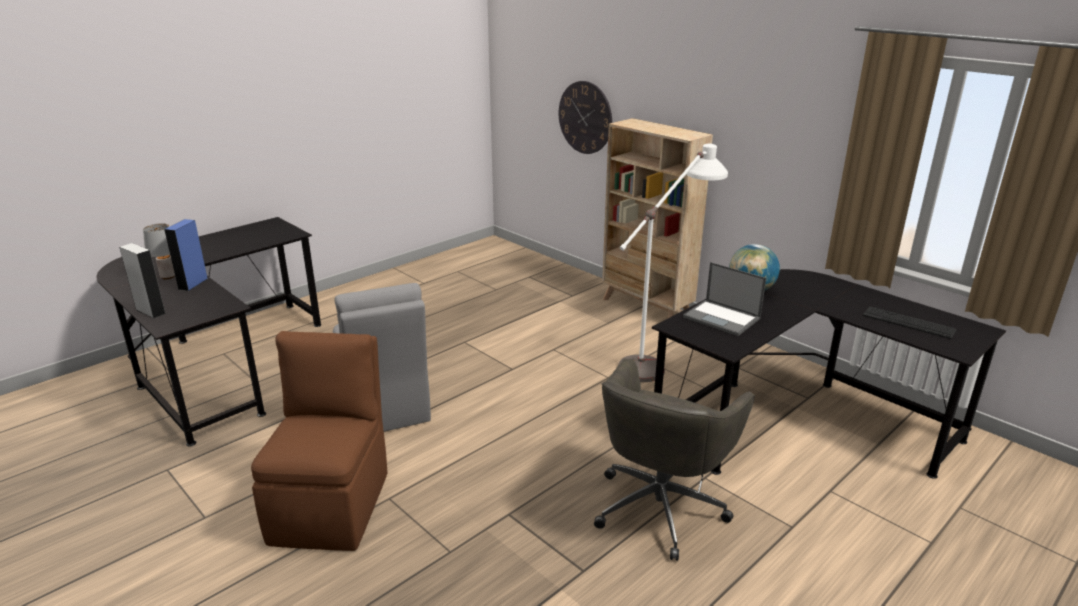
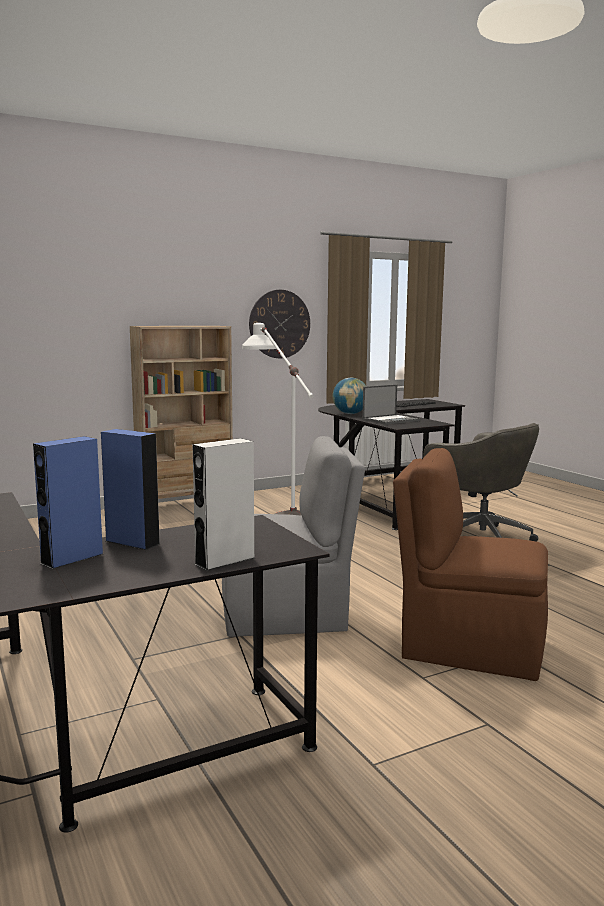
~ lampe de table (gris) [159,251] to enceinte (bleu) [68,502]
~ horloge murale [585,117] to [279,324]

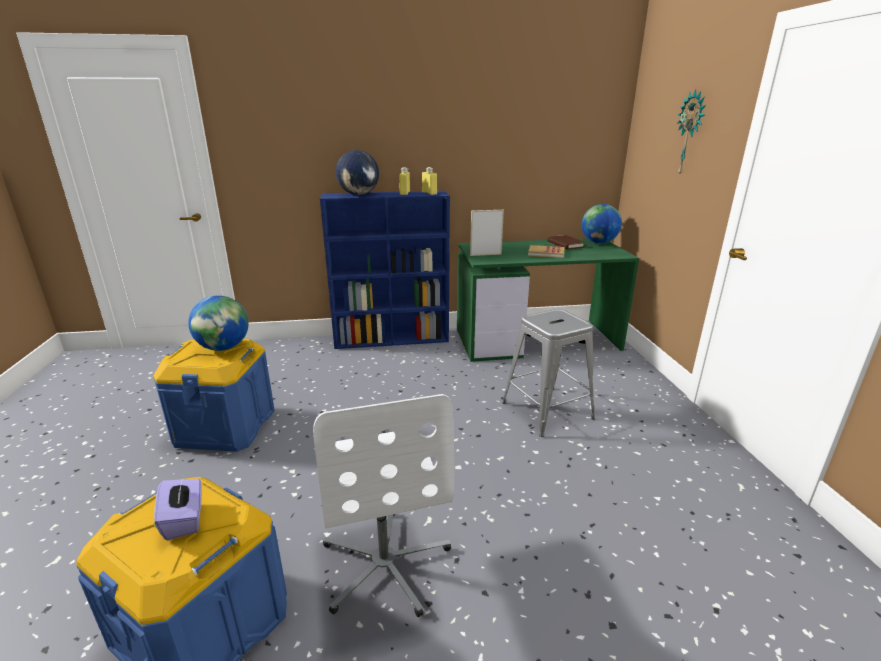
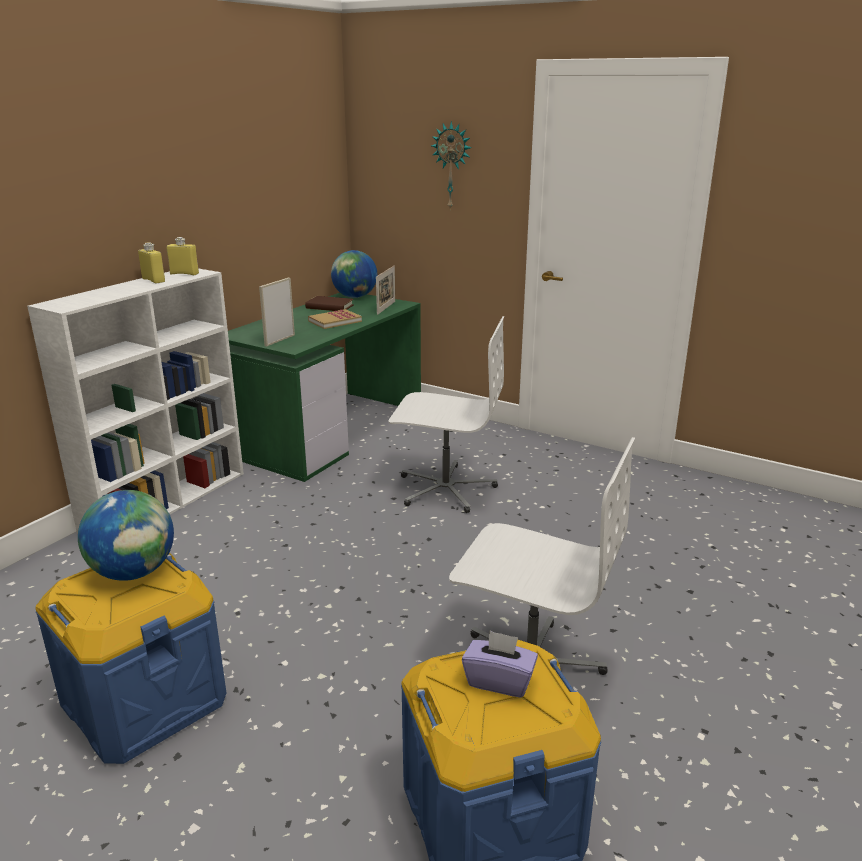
~ bibliothèque (bleu) [385,270] to bibliothèque (blanc) [135,402]
- globe [357,172]
~ tabouret (gris) [548,373] to chaise de bureau (blanc) [446,414]
+ cadre photo [385,290]

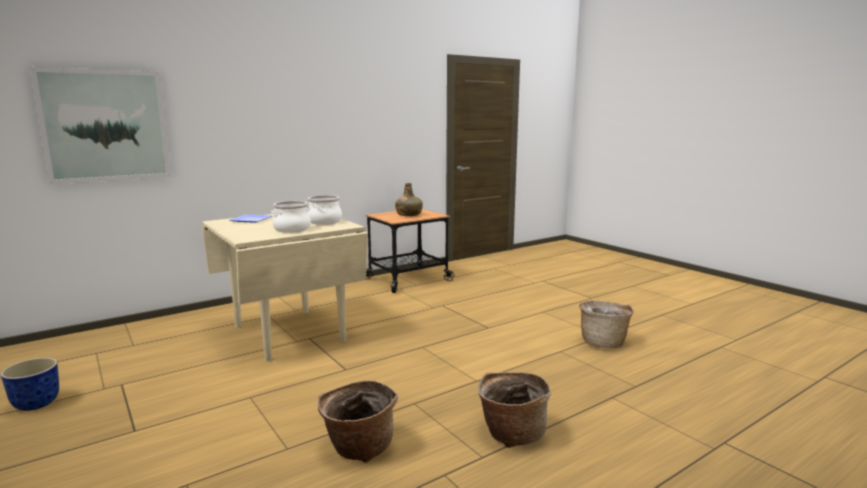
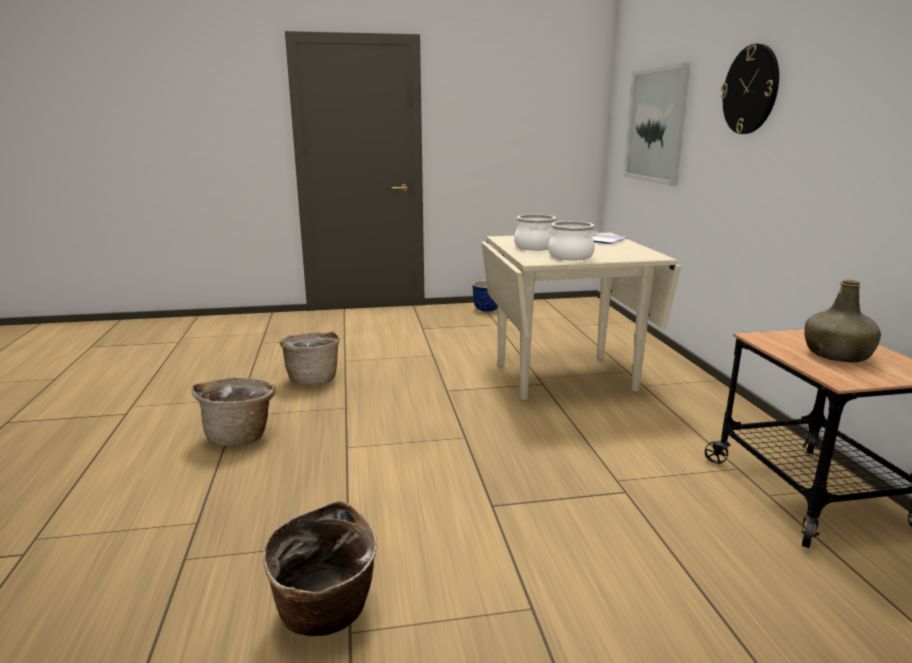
+ horloge murale [750,89]

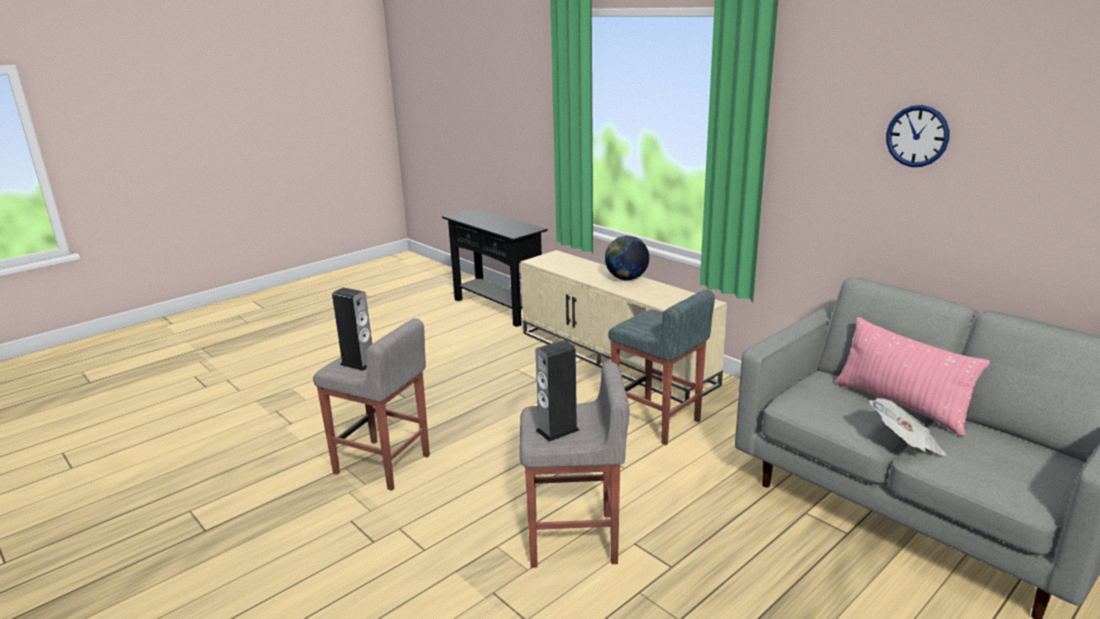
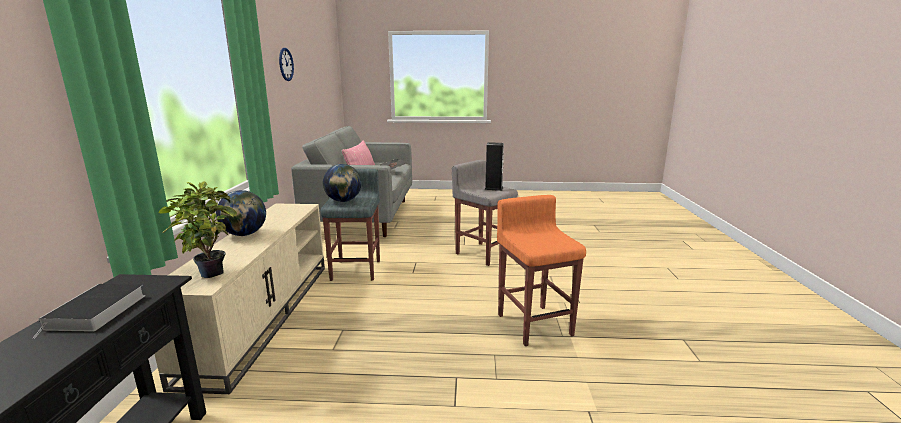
~ tabouret (gris) [371,404] to tabouret (orange) [541,270]
- enceinte [352,329]
+ livre [88,311]
+ plante en pot [197,229]
+ globe [342,183]

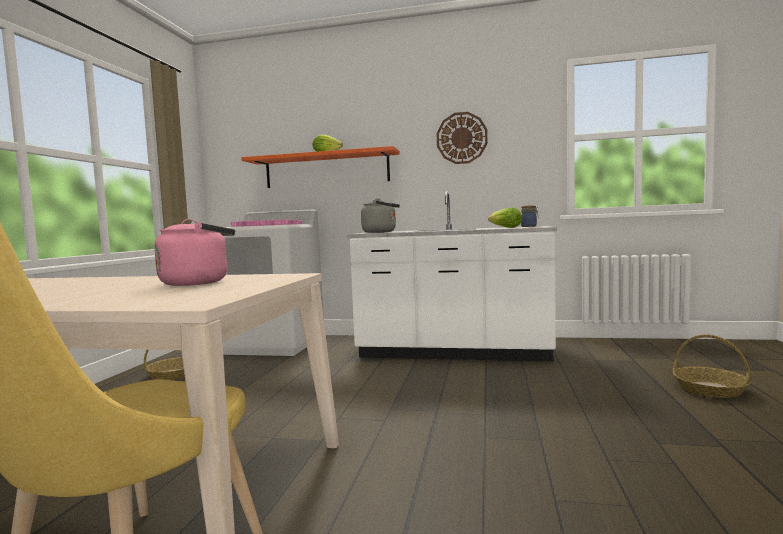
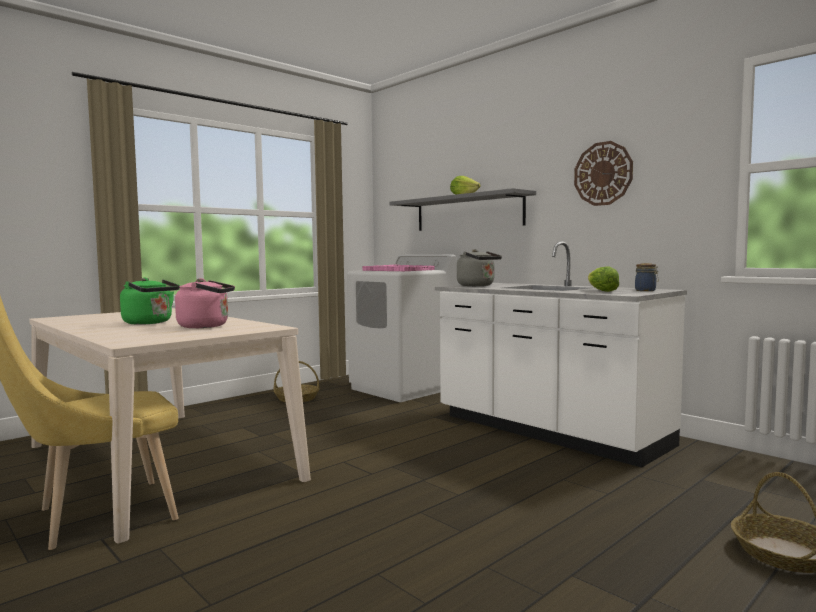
~ étagère (orange) [320,167] to étagère (gris) [463,209]
+ bouilloire (vert) [150,301]

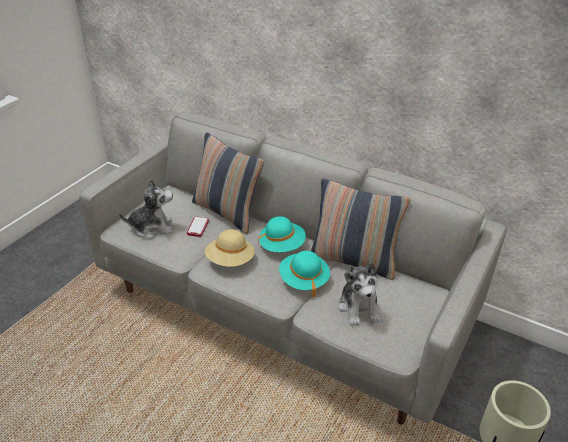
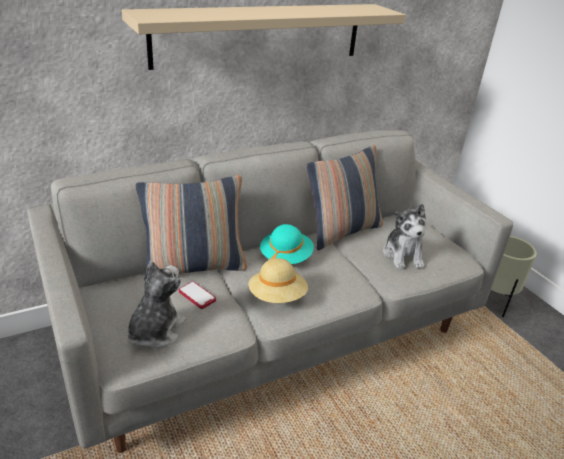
- chapeau (turquoise) [304,274]
~ peluche [359,294] = [404,236] 60 degrees clockwise
+ étagère (beige) [264,37]

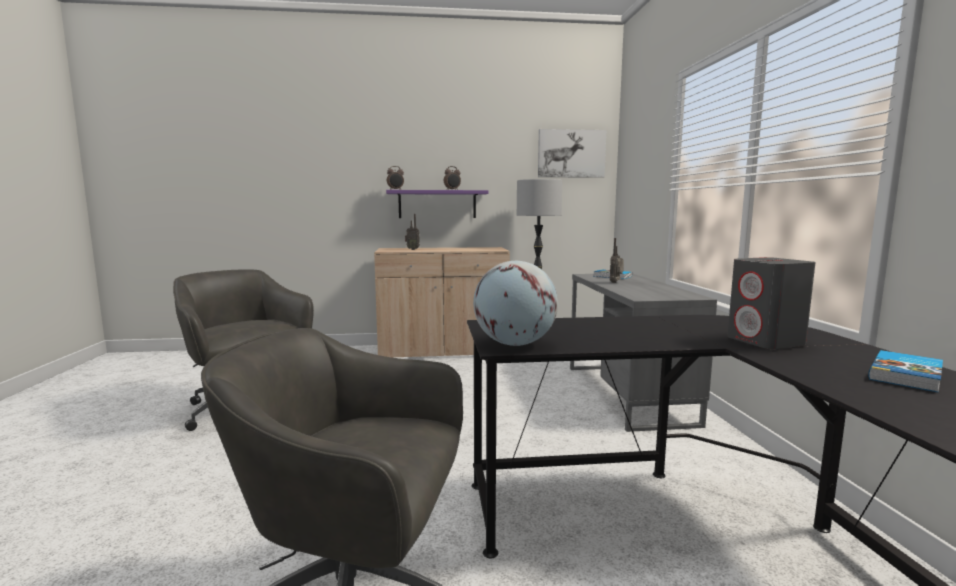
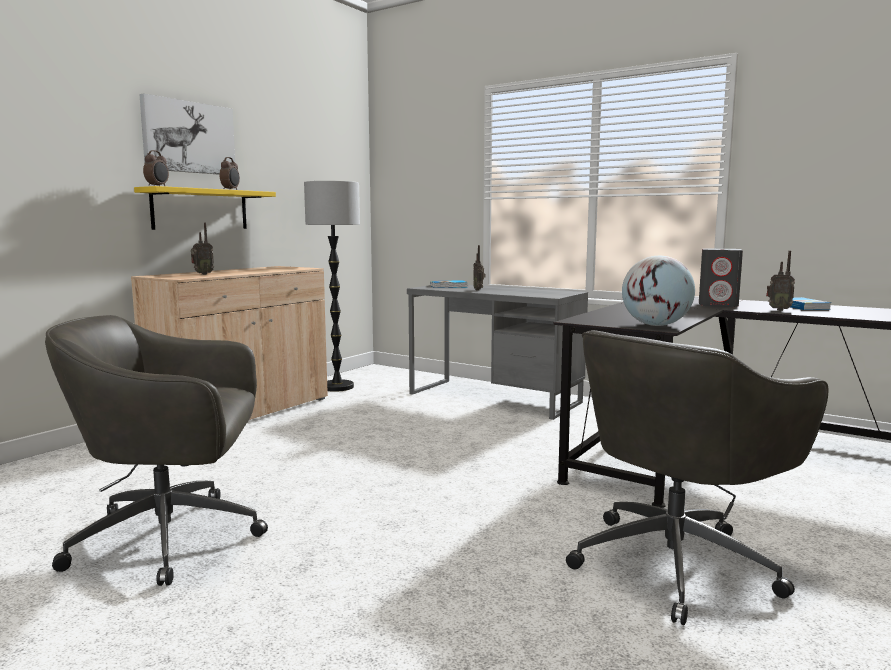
~ étagère (violet) [437,204] to étagère (jaune) [205,208]
~ tableau [572,153] to [187,134]
+ radio [780,281]

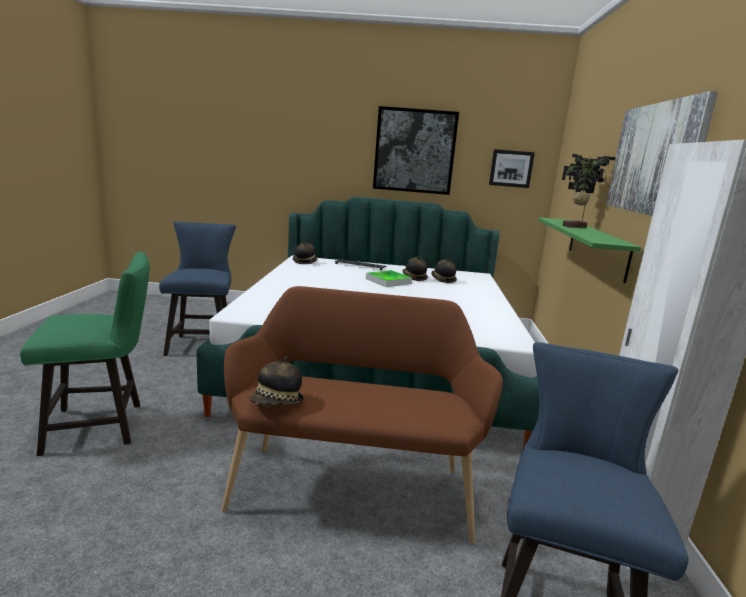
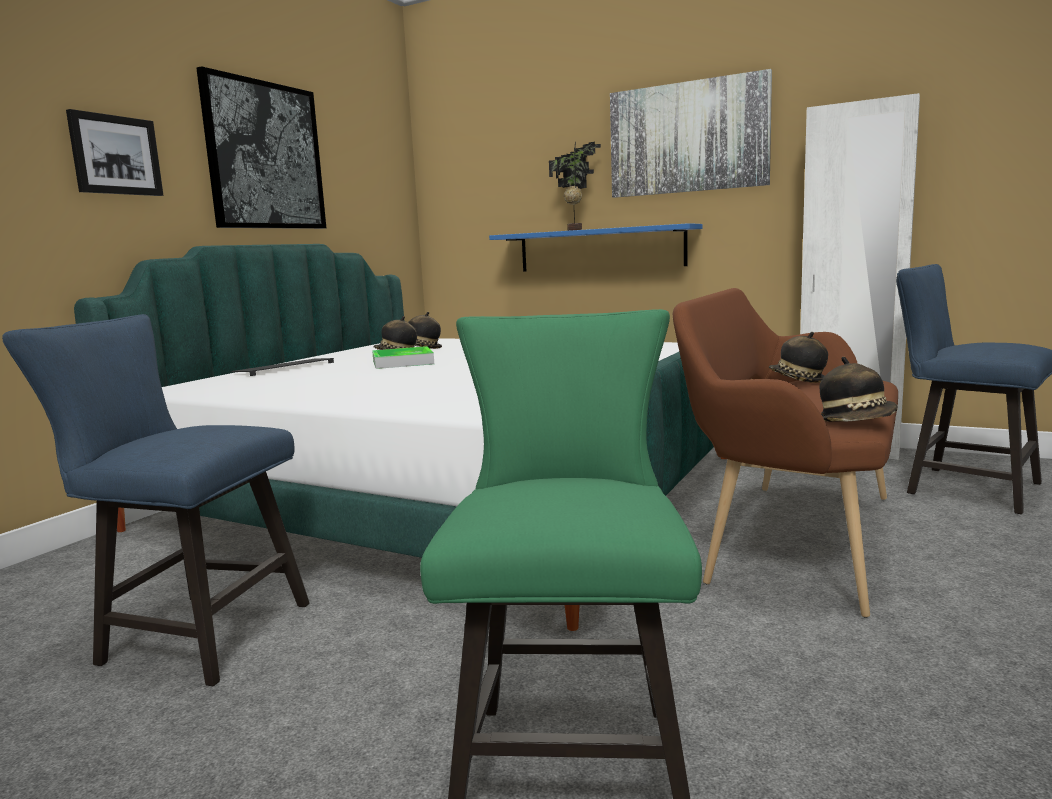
~ chapeau [305,252] to [798,357]
~ tableau [512,168] to [115,152]
~ étagère (vert) [589,250] to étagère (bleu) [596,247]

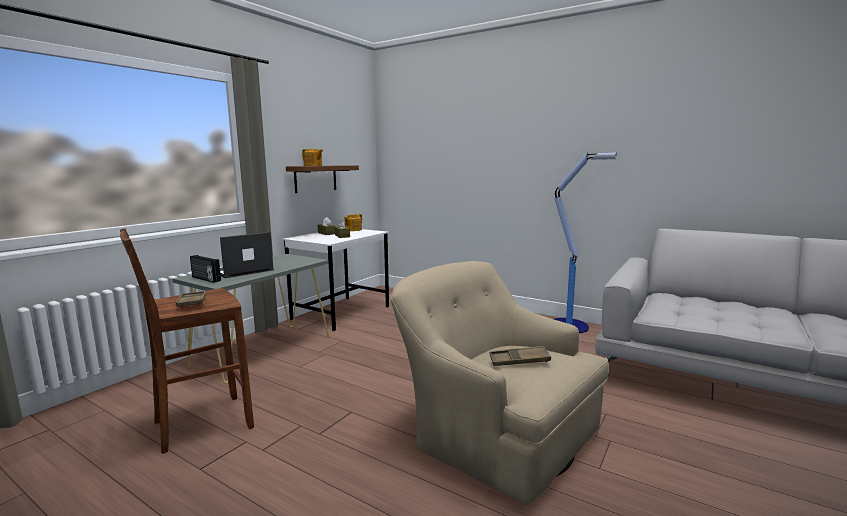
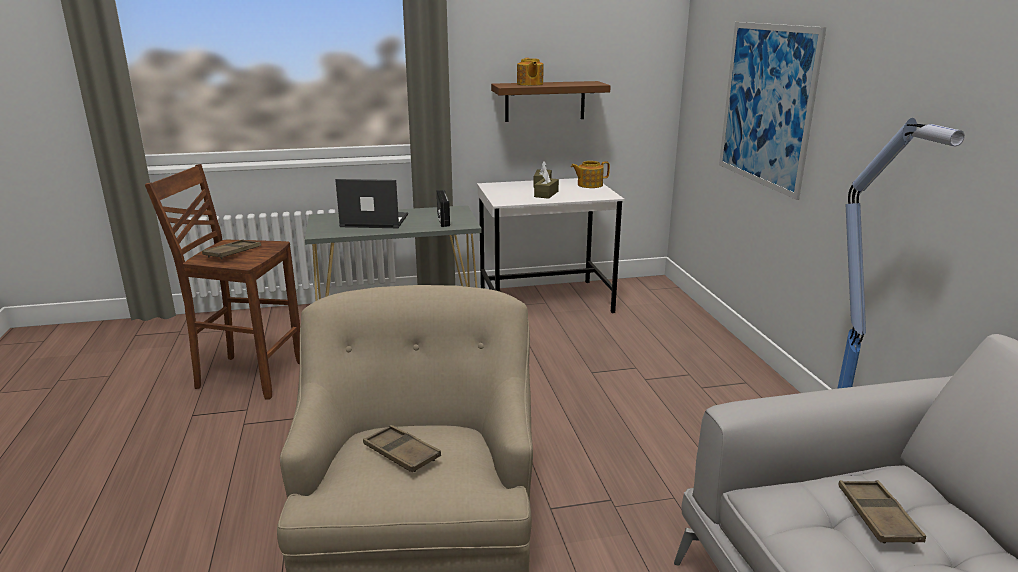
~ radio [205,269] to [443,208]
+ tableau [772,111]
+ plateau (marron) [882,512]

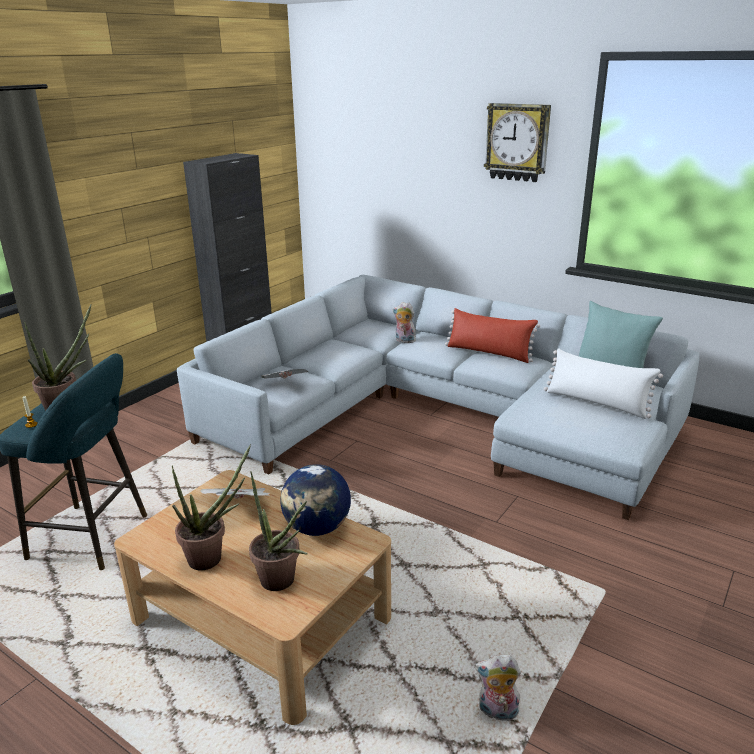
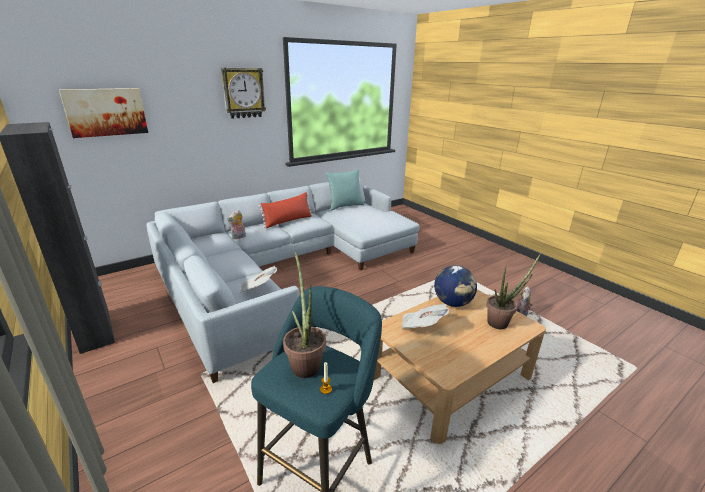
- plante en pot [211,507]
- coussin (blanc) [603,383]
+ tableau [103,113]

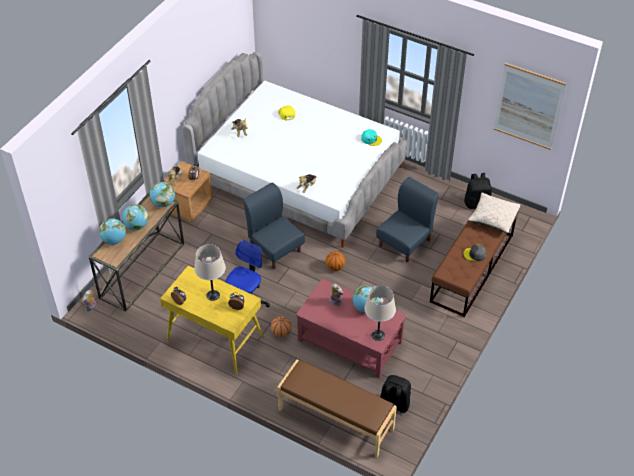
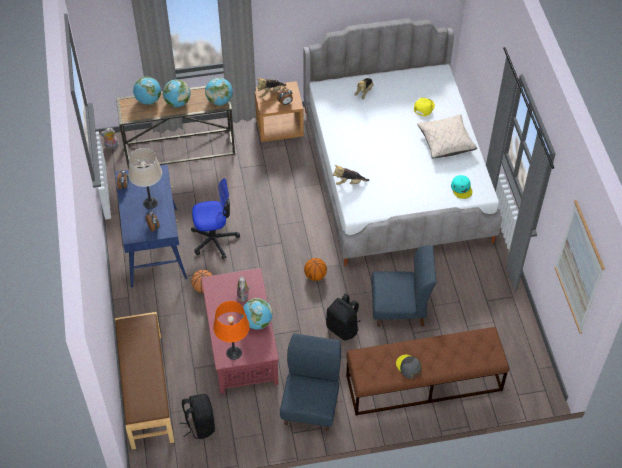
~ bureau (jaune) [212,320] to bureau (bleu) [151,226]
~ chaise (bleu) [274,225] to [310,382]
~ lampe de table (beige) [380,313] to lampe de table (orange) [231,330]
~ sac à dos (noir) [478,191] to [343,317]
~ coussin (beige) [494,213] to [447,136]

